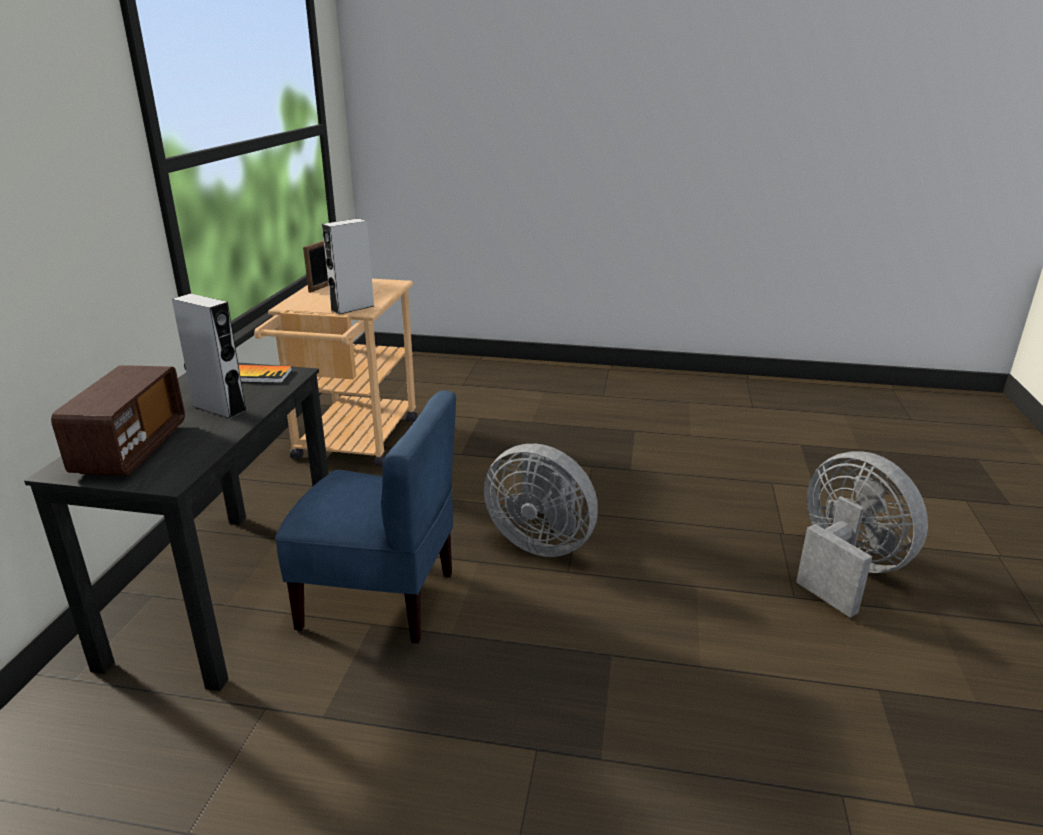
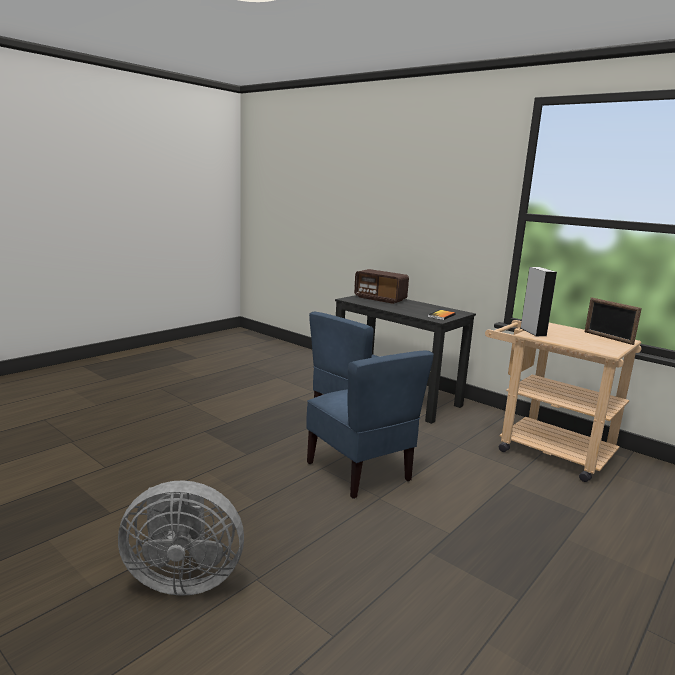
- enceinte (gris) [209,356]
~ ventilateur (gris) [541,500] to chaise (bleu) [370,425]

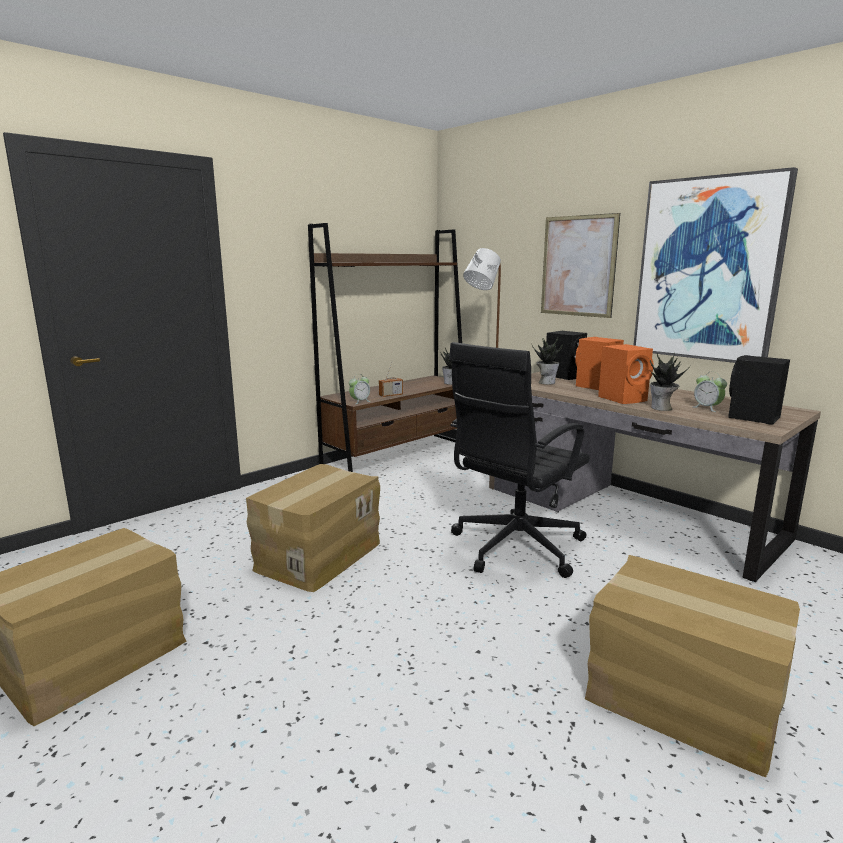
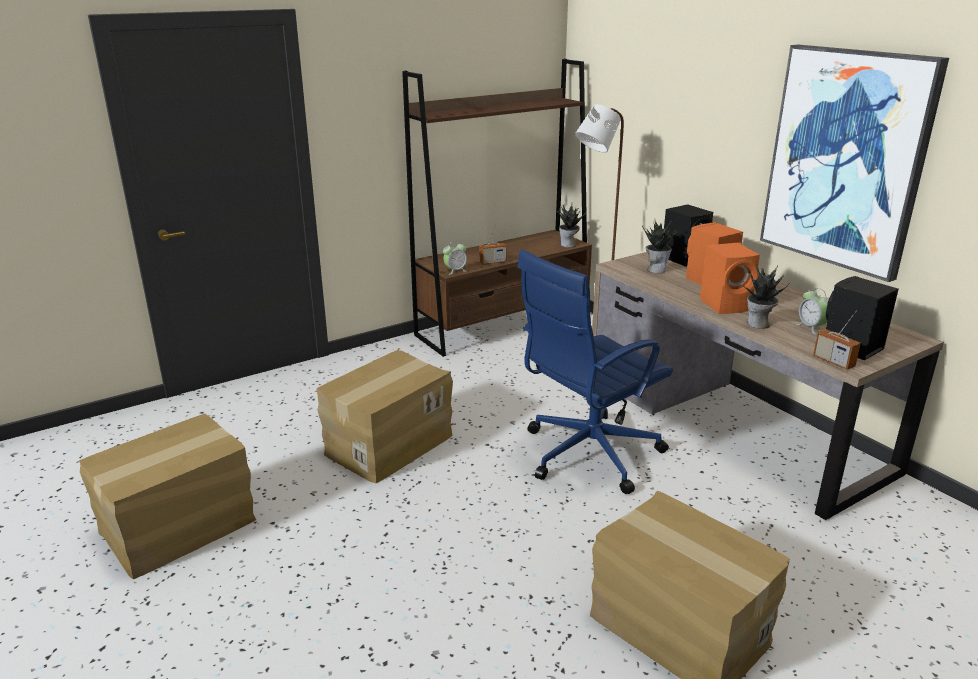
~ chaise de bureau (noir) [519,460] to chaise de bureau (bleu) [595,372]
- tableau [580,265]
+ radio [837,340]

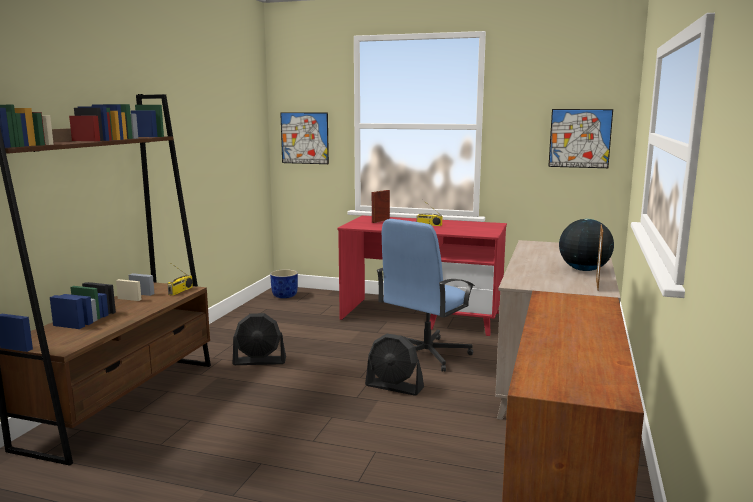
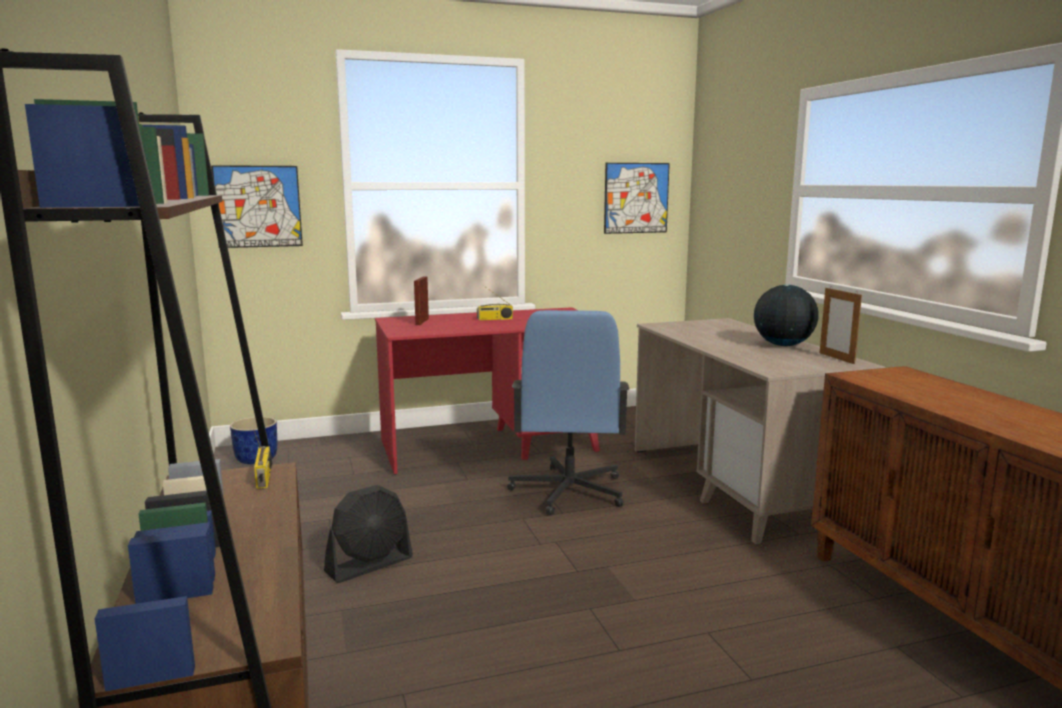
- ventilateur (noir) [394,365]

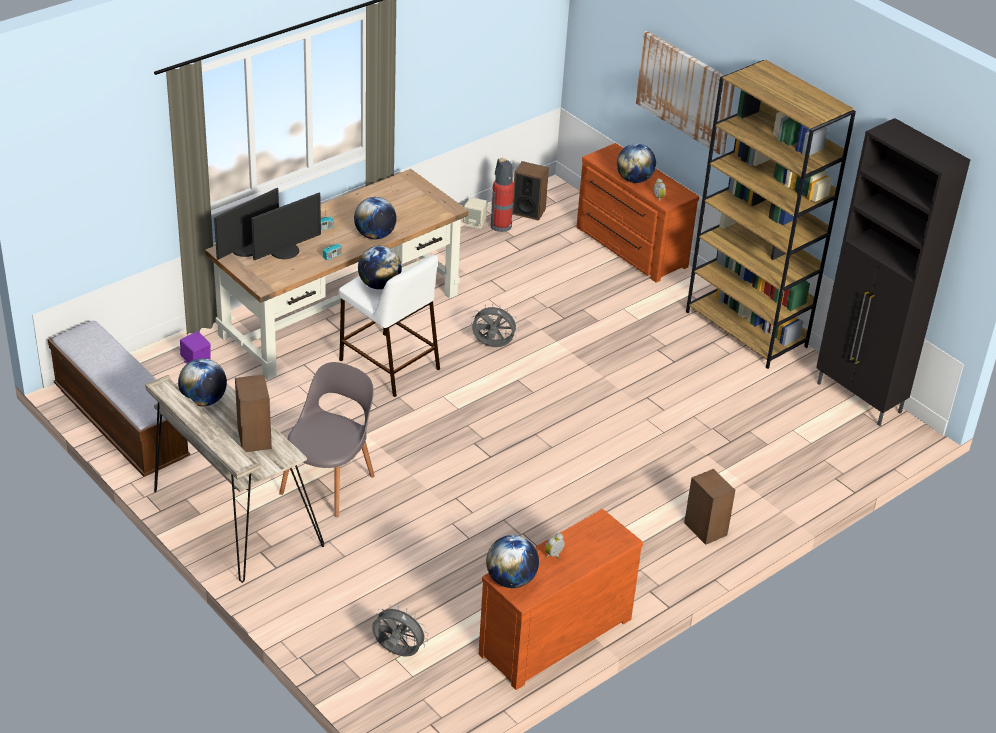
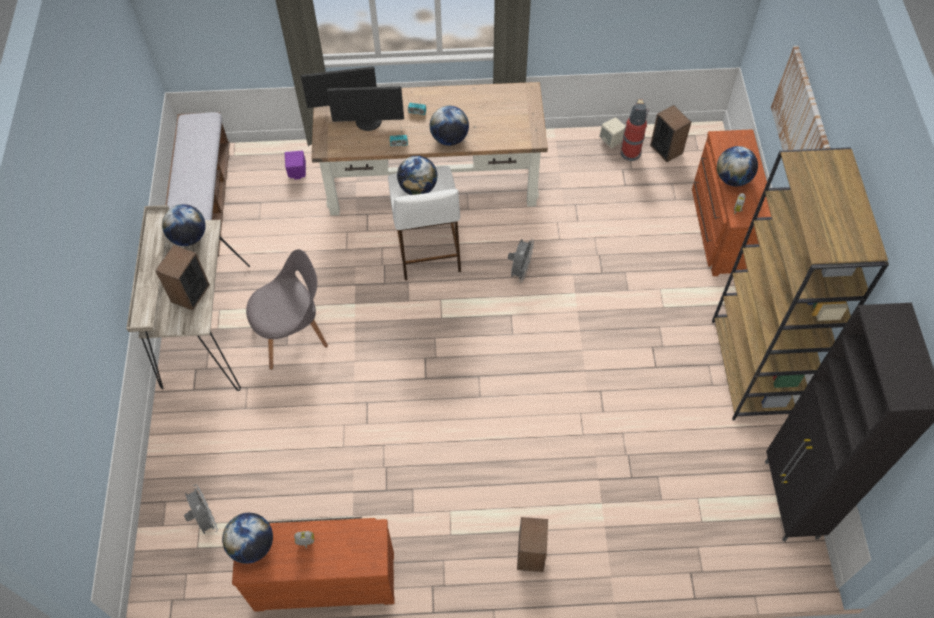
~ ventilateur (gris) [495,325] = [521,260] 60 degrees clockwise

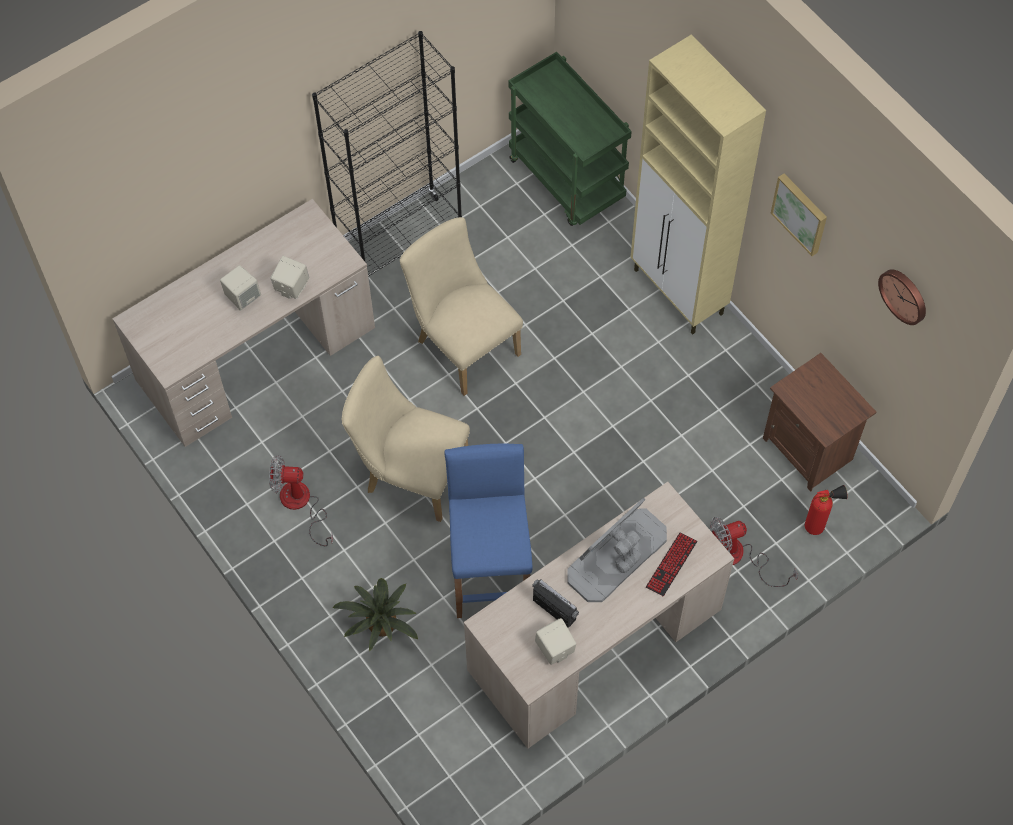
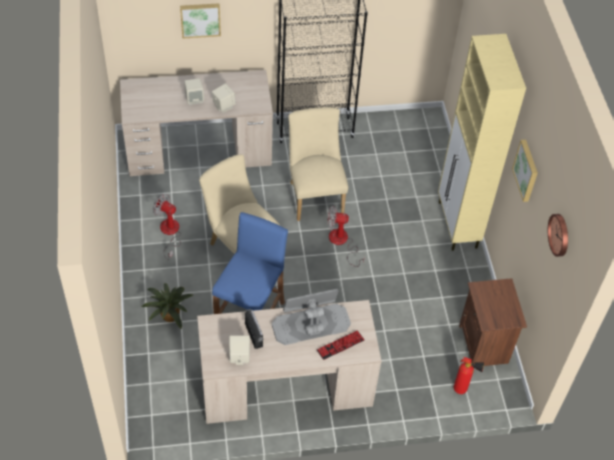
- chariot (vert) [570,139]
~ ventilateur [754,552] to [346,236]
+ tableau [200,21]

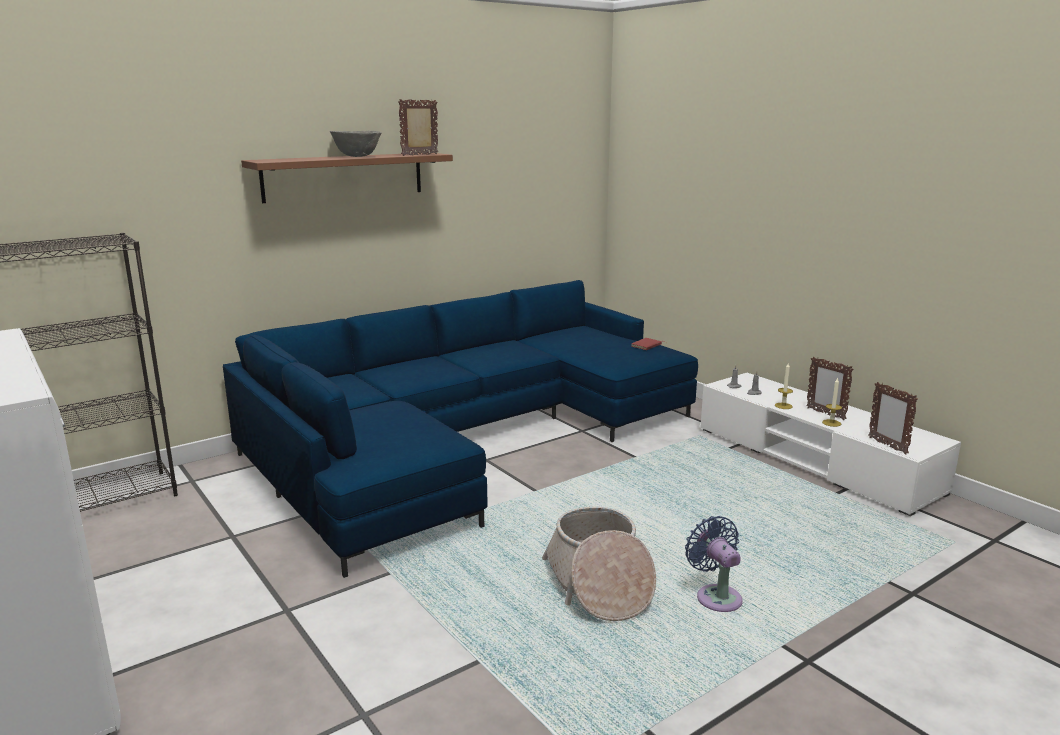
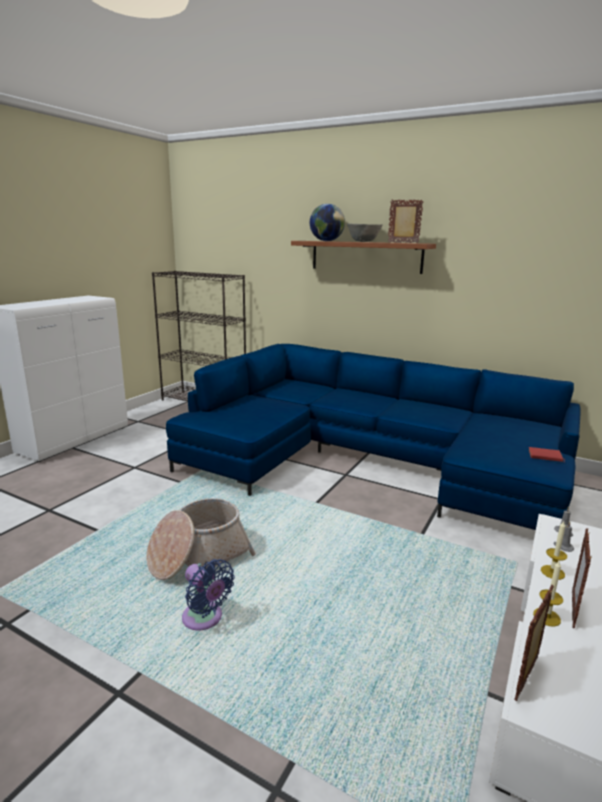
~ ventilateur (bleu) [714,564] = [208,595] 90 degrees clockwise
+ globe [327,222]

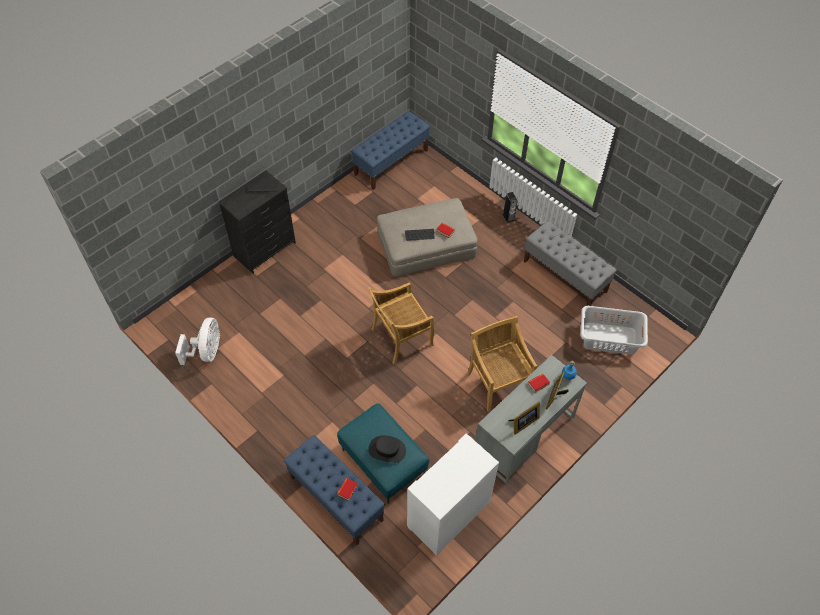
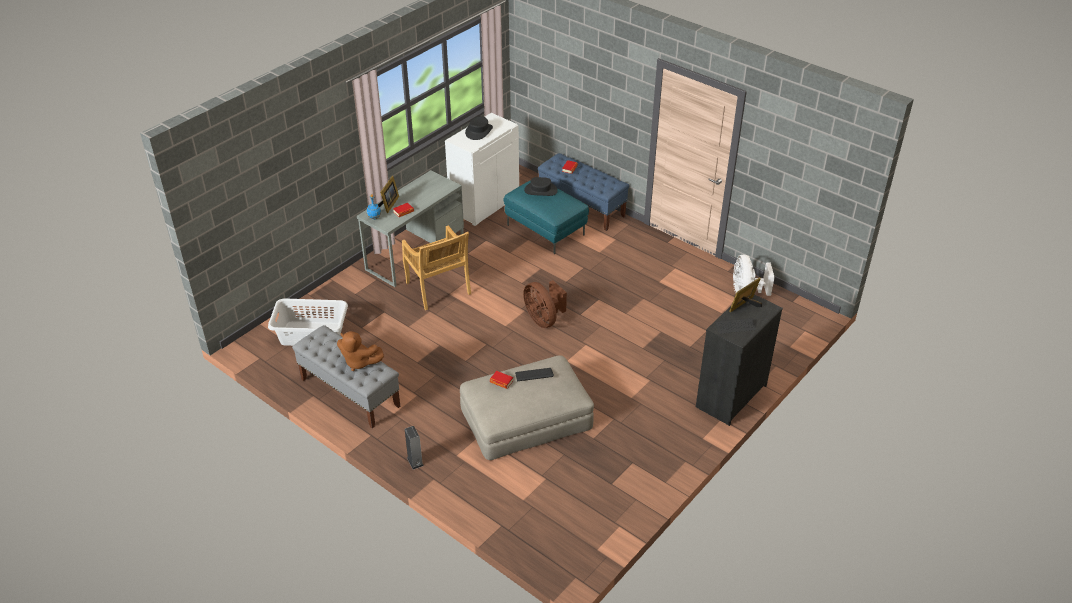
- banc (bleu) [390,150]
~ chaise (beige) [401,323] to ventilateur (marron) [545,304]
~ cadre photo [524,418] to [745,294]
+ peluche (marron) [360,351]
+ chapeau (noir) [479,128]

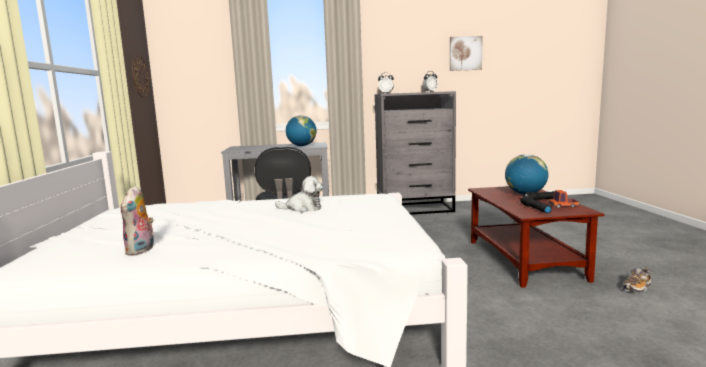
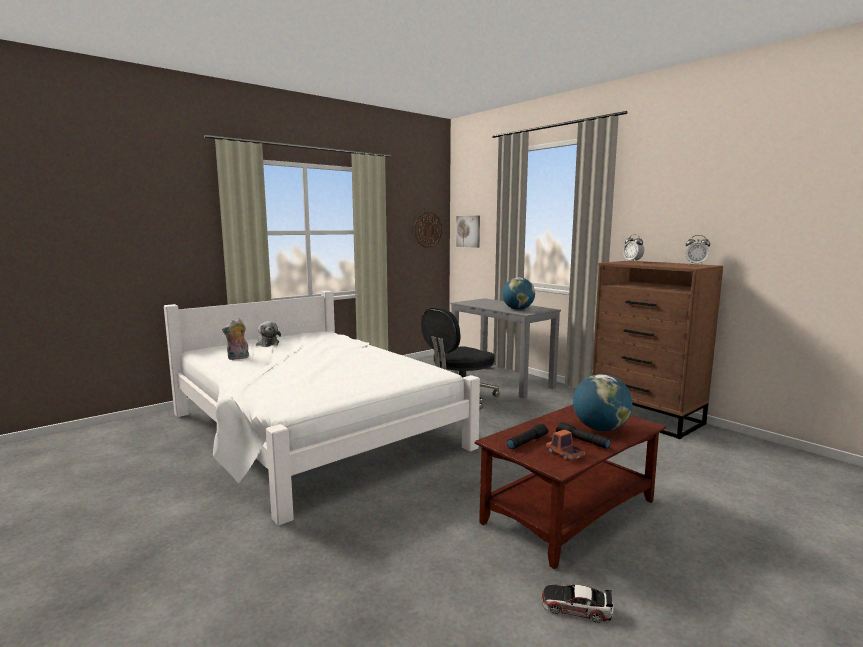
~ peluche [299,194] to [268,334]
~ commode (gris) [415,153] to commode (marron) [657,350]
~ tableau [466,53] to [468,232]
~ chaussure [637,280] to petite voiture [578,603]

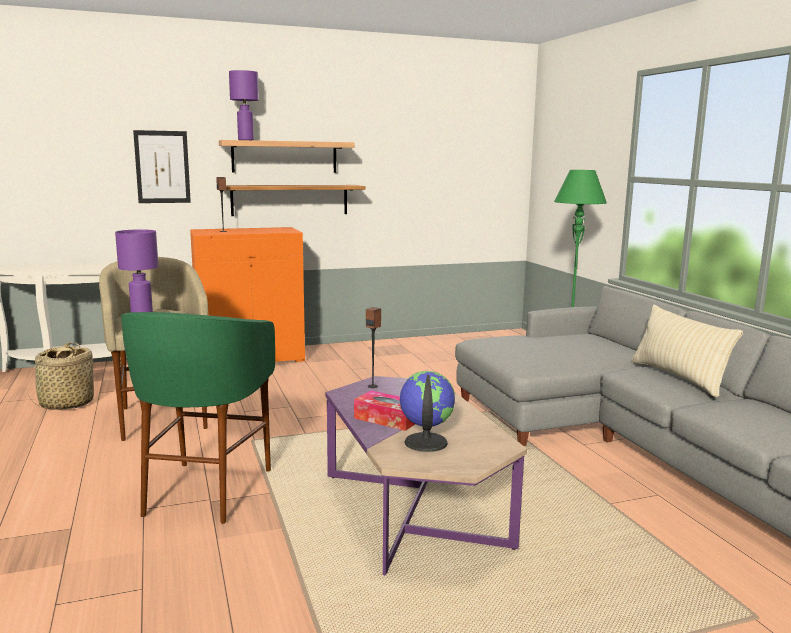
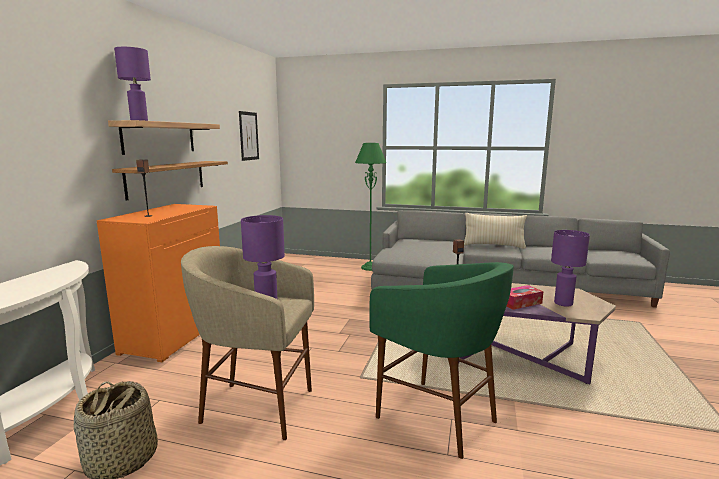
~ tableau [162,166] to [249,136]
~ globe [427,411] to lampe de table (violet) [570,268]

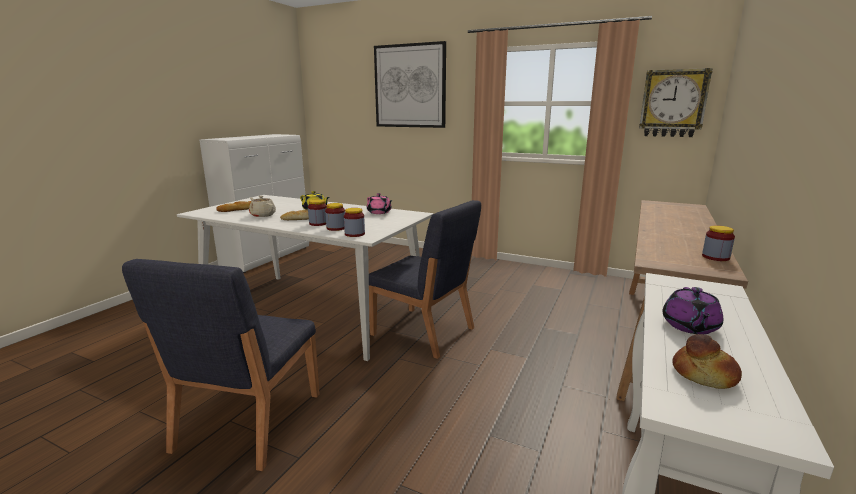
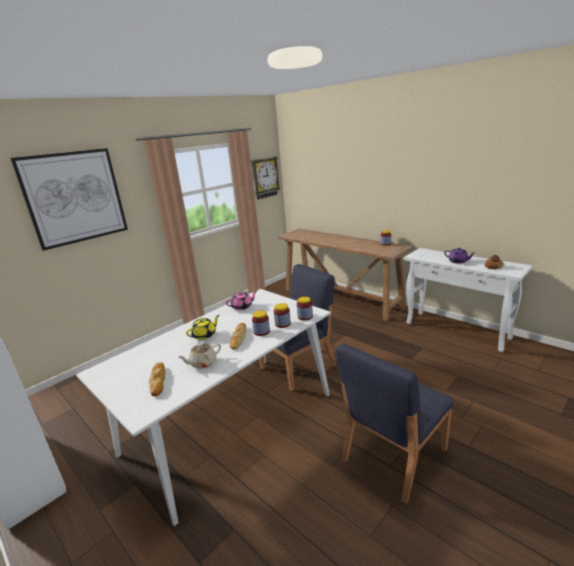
~ chaise (bleu) [221,365] = [394,424] 105 degrees clockwise

